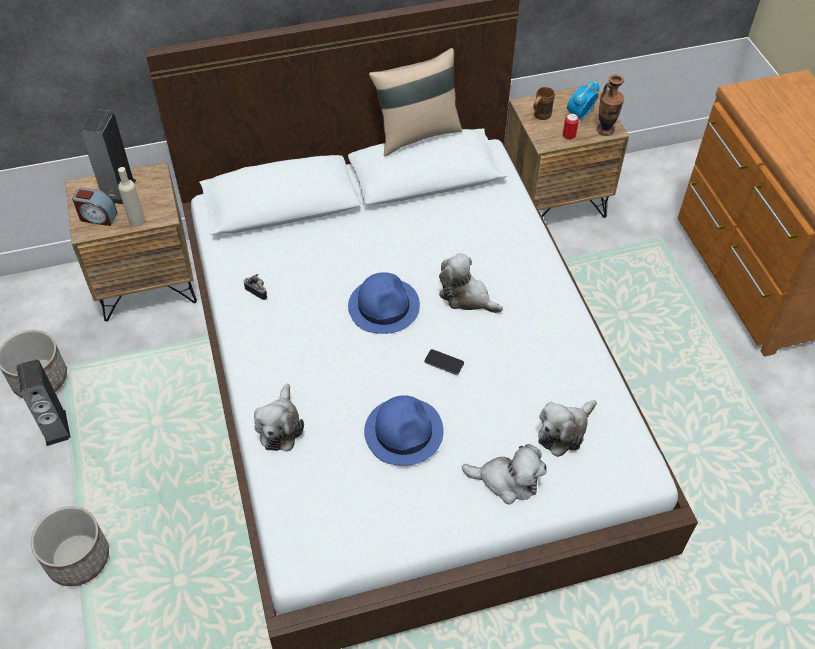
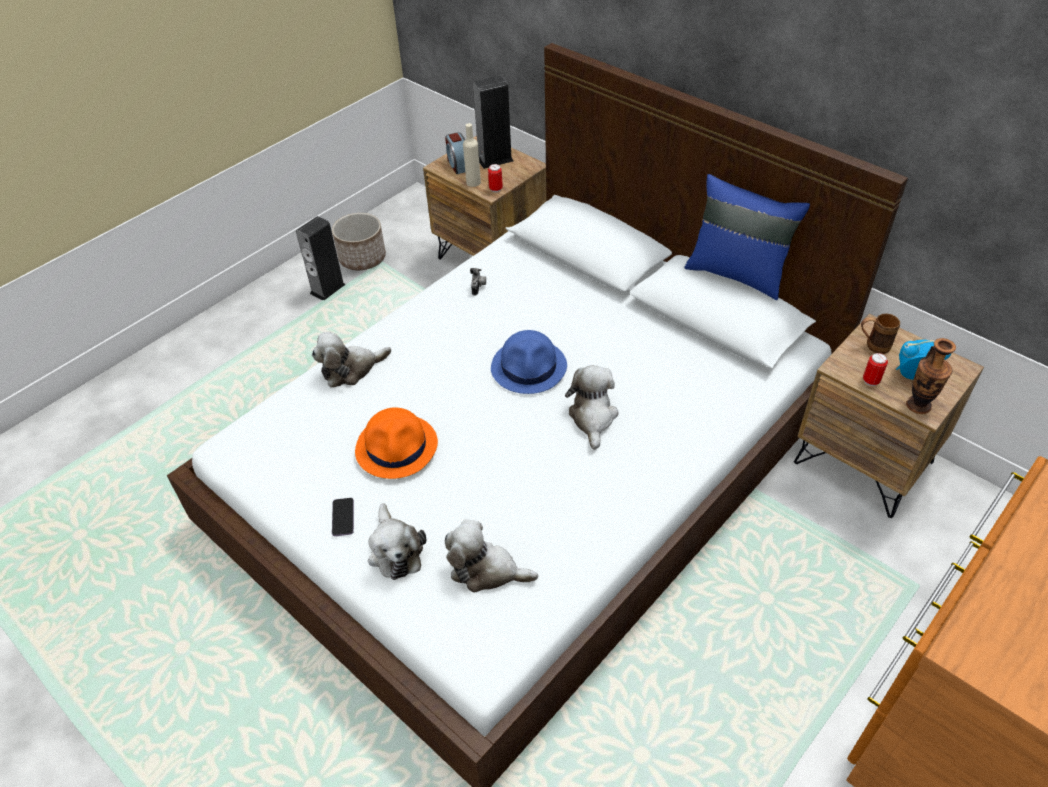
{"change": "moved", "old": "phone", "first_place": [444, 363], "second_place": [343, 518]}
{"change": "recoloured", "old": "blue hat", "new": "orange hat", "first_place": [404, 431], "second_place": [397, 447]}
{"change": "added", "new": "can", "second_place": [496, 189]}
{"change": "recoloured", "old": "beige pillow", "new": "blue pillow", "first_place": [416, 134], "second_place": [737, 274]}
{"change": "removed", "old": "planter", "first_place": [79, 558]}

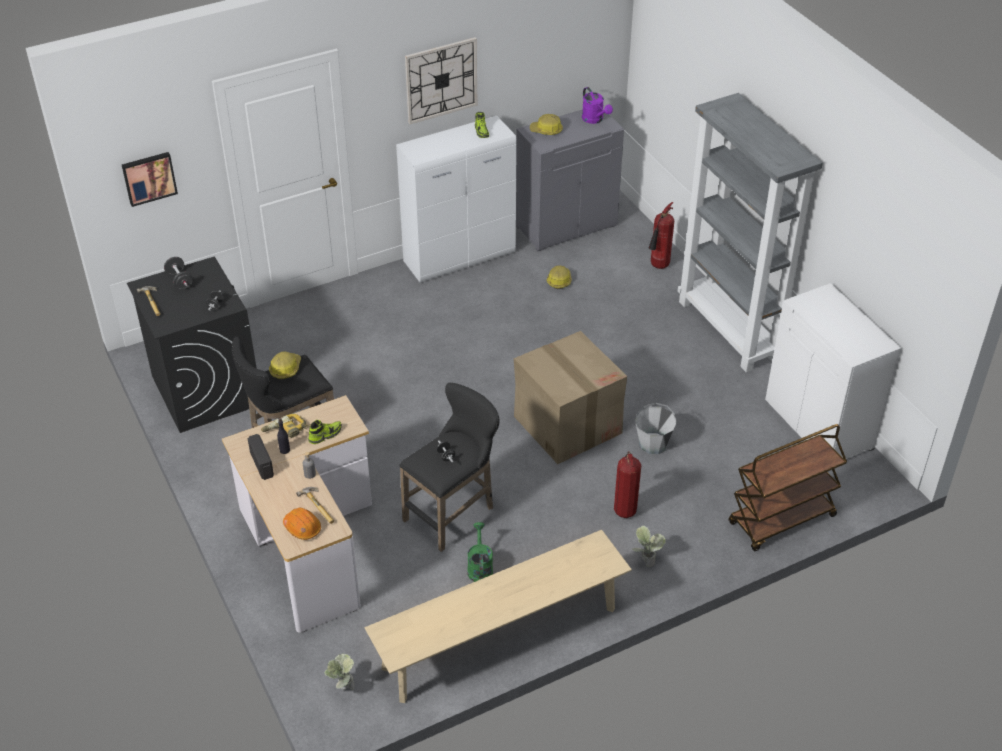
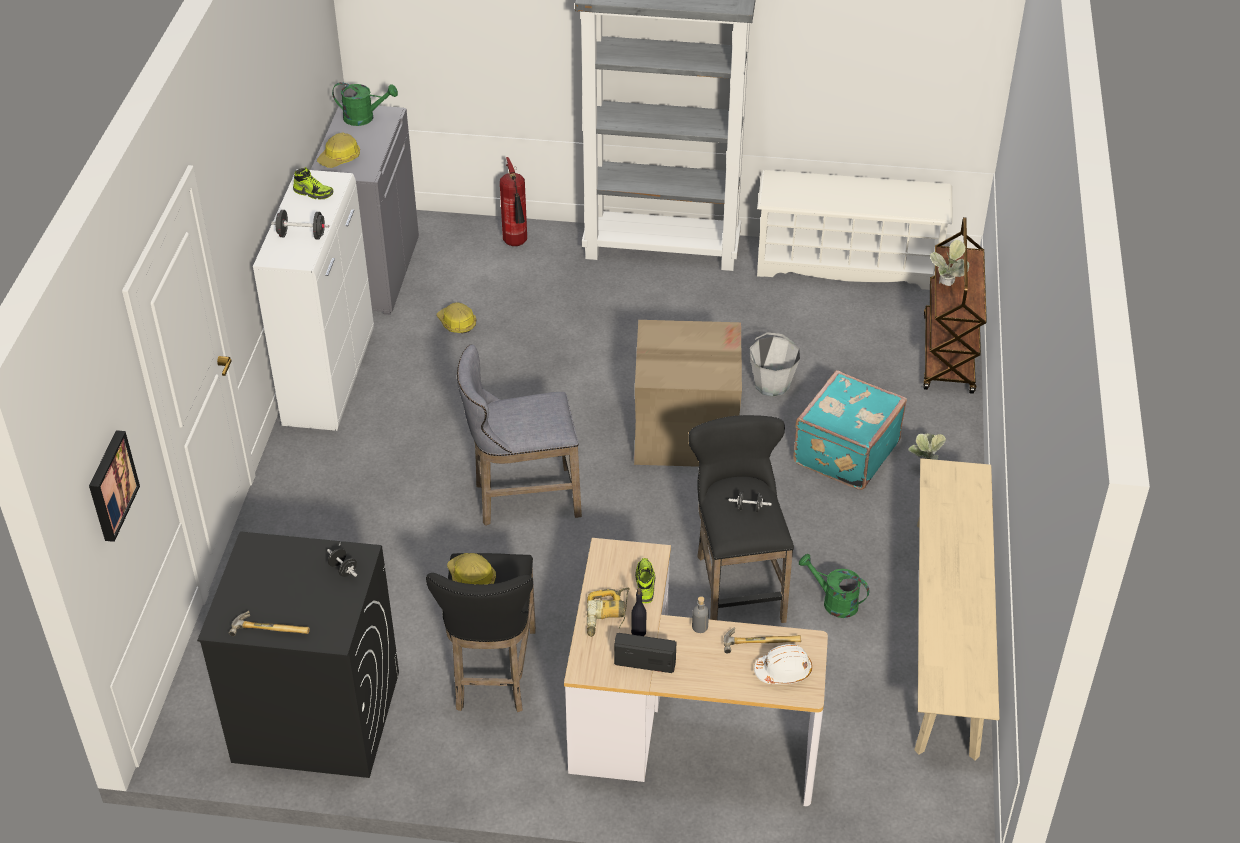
{"change": "moved", "old": "black dumbbell", "first_place": [180, 281], "second_place": [302, 235]}
{"change": "recoloured", "old": "purple watering can", "new": "green watering can", "first_place": [595, 120], "second_place": [364, 118]}
{"change": "added", "new": "grey stool", "second_place": [521, 499]}
{"change": "recoloured", "old": "orange hard hat", "new": "white hard hat", "first_place": [302, 528], "second_place": [783, 671]}
{"change": "replaced", "old": "white cabinet", "new": "white shoe rack", "first_place": [820, 424], "second_place": [848, 264]}
{"change": "replaced", "old": "fire extinguisher", "new": "turquoise suitcase", "first_place": [624, 509], "second_place": [844, 452]}
{"change": "moved", "old": "potted plant", "first_place": [343, 687], "second_place": [945, 287]}
{"change": "removed", "old": "wall clock", "first_place": [441, 80]}

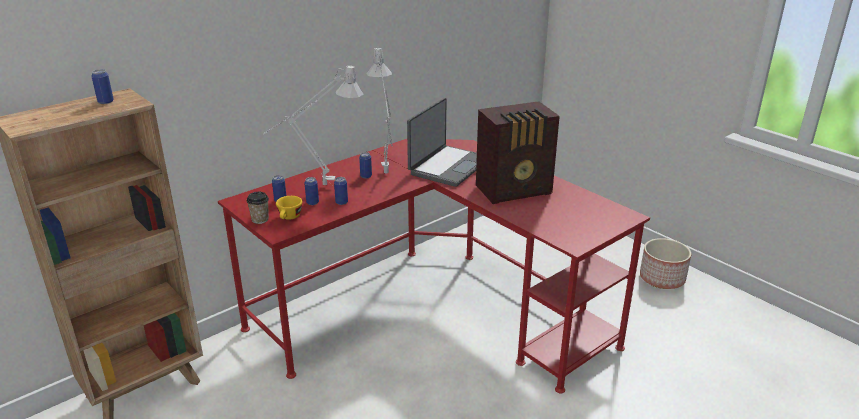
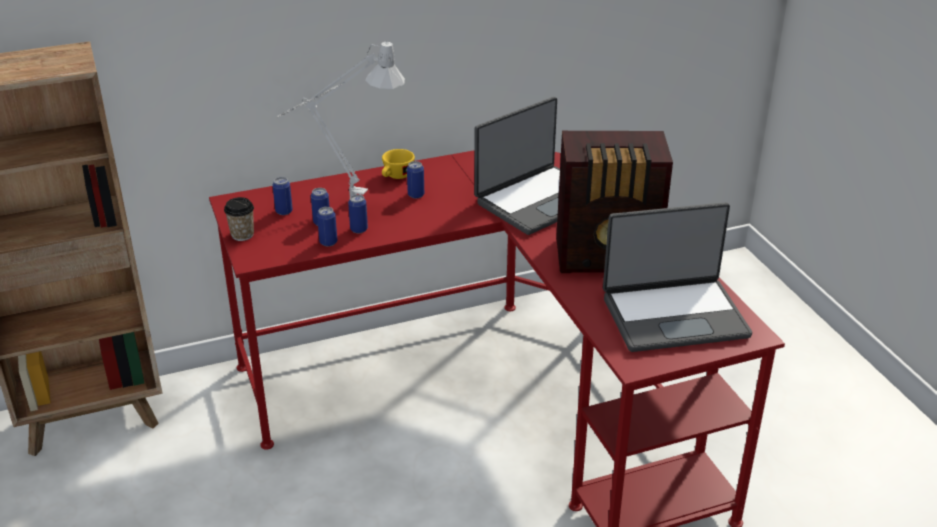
{"change": "moved", "old": "can", "first_place": [105, 102], "second_place": [328, 242]}
{"change": "moved", "old": "yellow cup", "first_place": [289, 218], "second_place": [396, 177]}
{"change": "added", "new": "laptop", "second_place": [674, 315]}
{"change": "removed", "old": "grey table lamp", "first_place": [387, 177]}
{"change": "removed", "old": "planter", "first_place": [662, 279]}

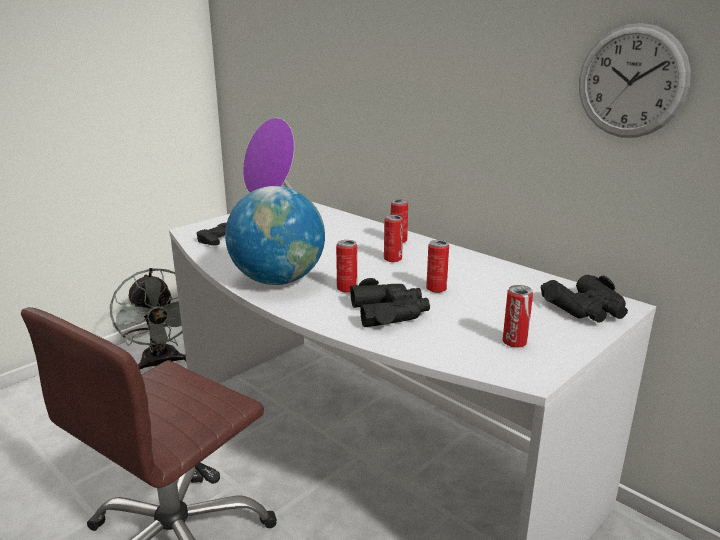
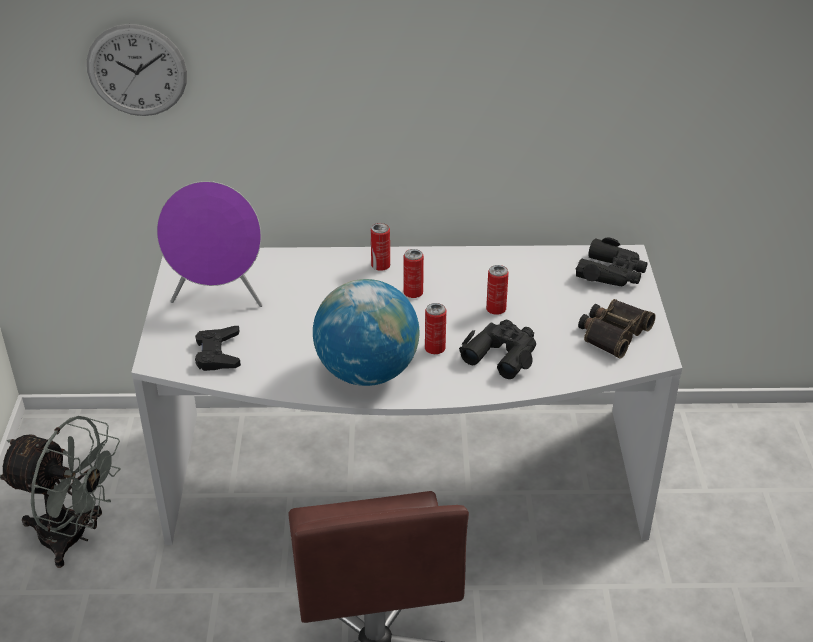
{"change": "moved", "old": "wall clock", "first_place": [631, 82], "second_place": [137, 70]}
{"change": "replaced", "old": "can", "new": "binoculars", "first_place": [514, 342], "second_place": [612, 332]}

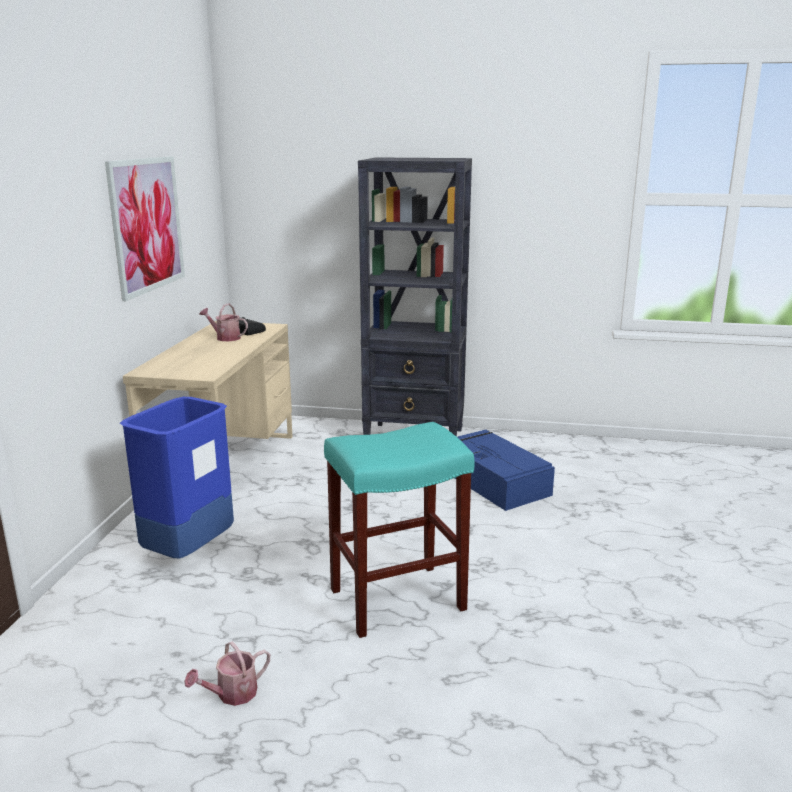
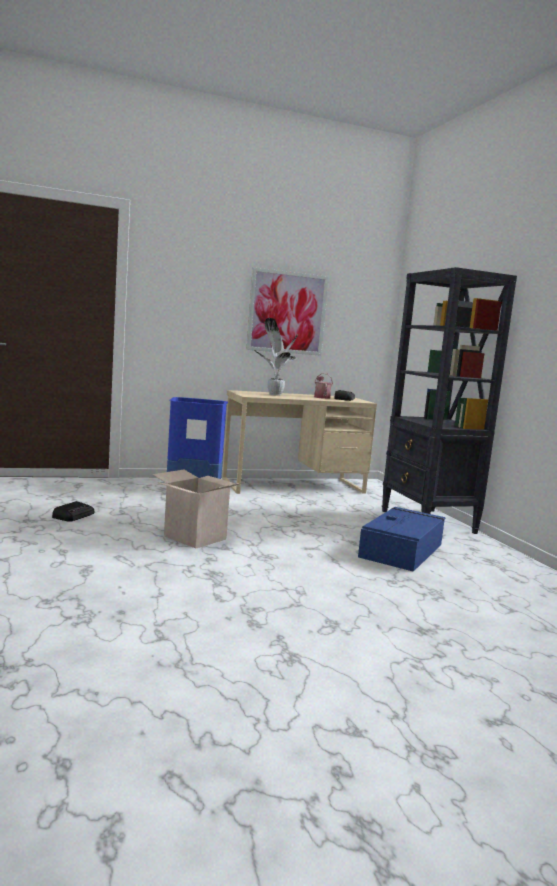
{"change": "replaced", "old": "watering can", "new": "radio", "first_place": [232, 694], "second_place": [74, 515]}
{"change": "replaced", "old": "turquoise stool", "new": "cardboard box", "first_place": [398, 598], "second_place": [195, 537]}
{"change": "added", "new": "potted plant", "second_place": [274, 394]}

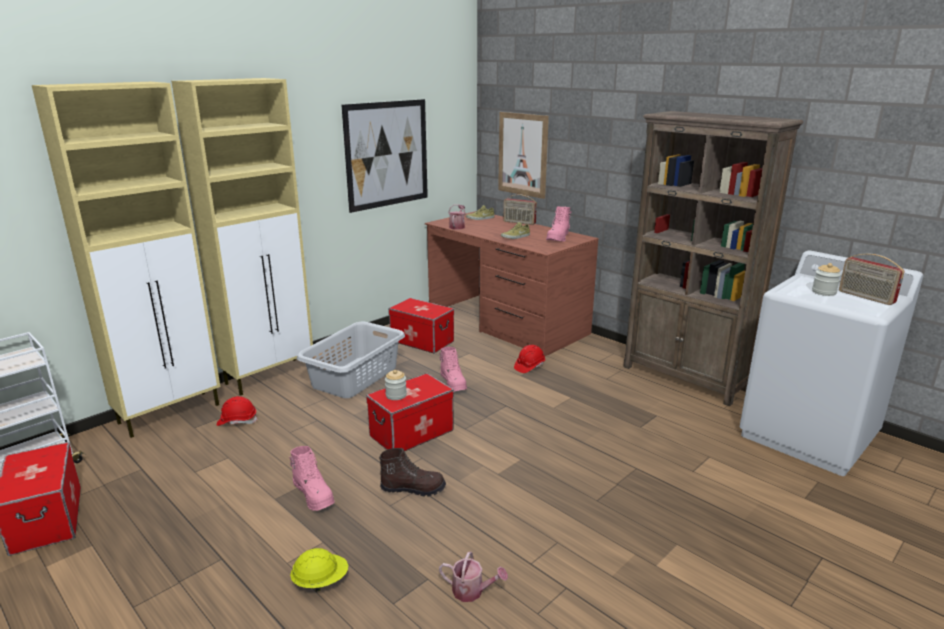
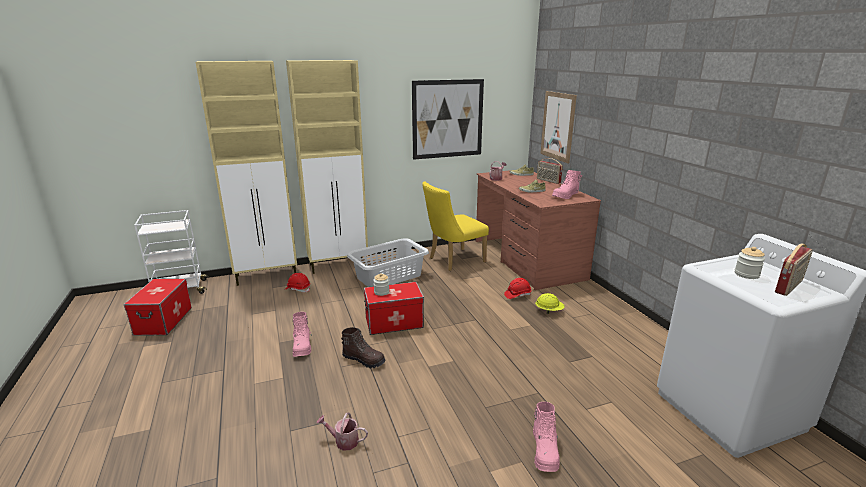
{"change": "turned", "old": "watering can", "first_place": [472, 591], "second_place": [343, 441], "degrees": 150}
{"change": "replaced", "old": "storage box", "new": "yellow chair", "first_place": [421, 341], "second_place": [453, 261]}
{"change": "moved", "old": "pink boot", "first_place": [453, 383], "second_place": [545, 451]}
{"change": "moved", "old": "yellow hard hat", "first_place": [321, 581], "second_place": [549, 311]}
{"change": "turned", "old": "radio", "first_place": [865, 297], "second_place": [789, 287], "degrees": -120}
{"change": "removed", "old": "brown bookcase", "first_place": [685, 378]}

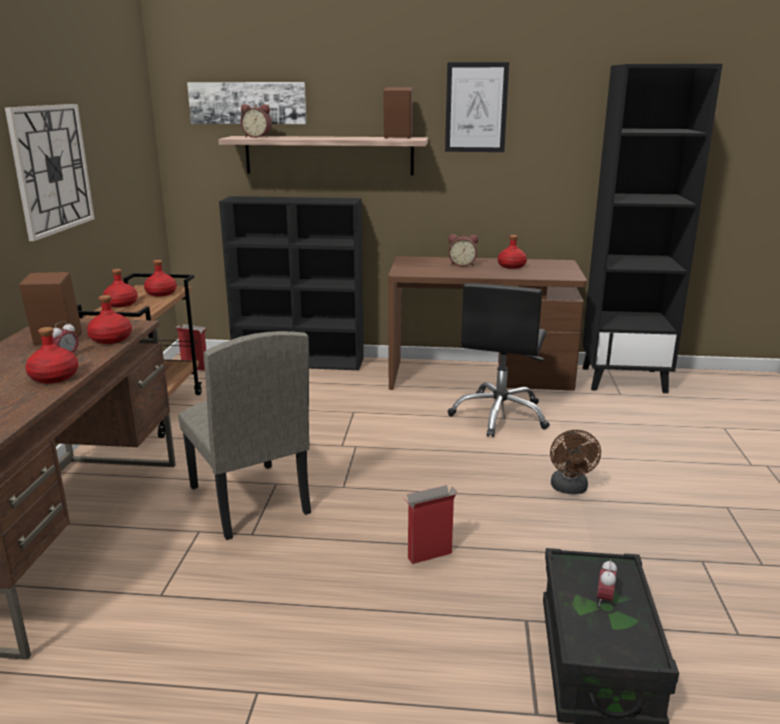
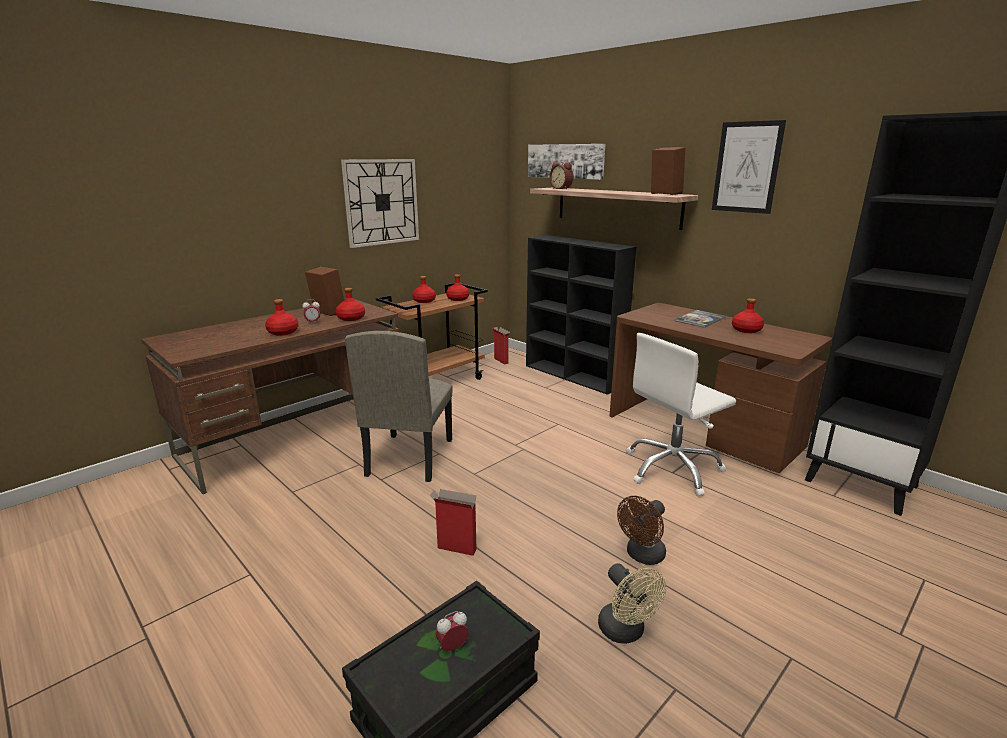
{"change": "added", "new": "beige fan", "second_place": [626, 632]}
{"change": "recoloured", "old": "black office chair", "new": "white office chair", "first_place": [500, 415], "second_place": [672, 469]}
{"change": "replaced", "old": "alarm clock", "new": "book", "first_place": [462, 264], "second_place": [700, 319]}

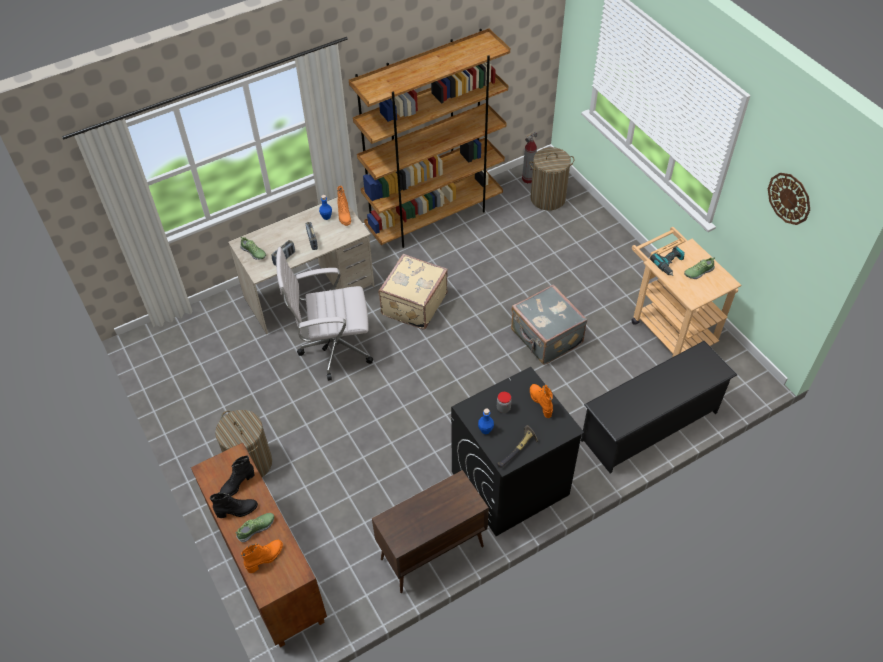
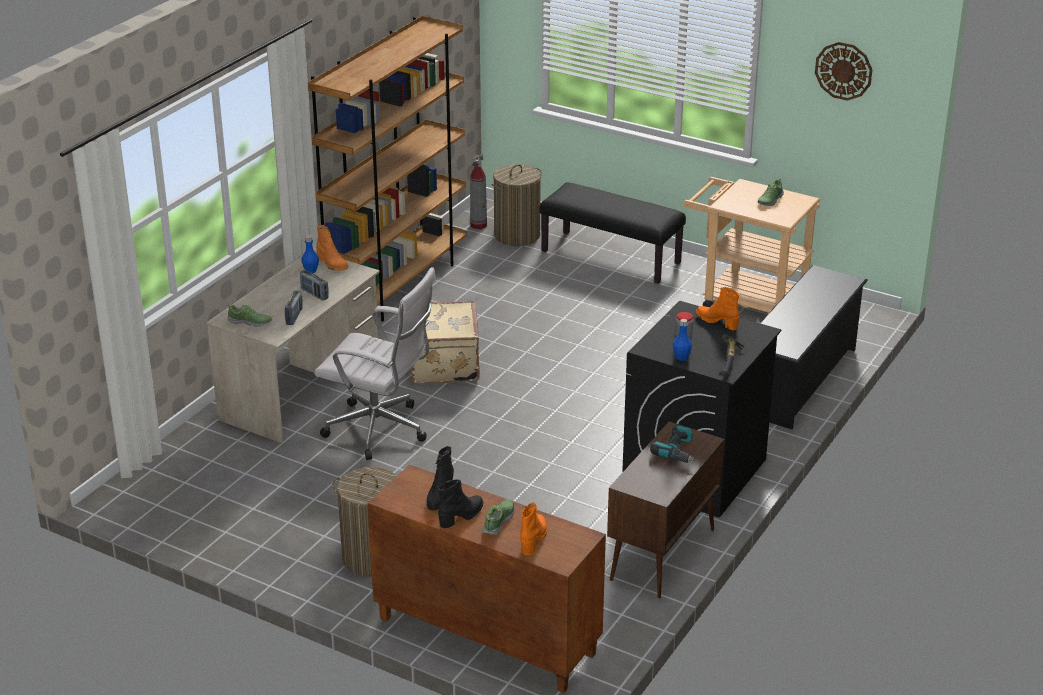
{"change": "turned", "old": "white office chair", "first_place": [333, 349], "second_place": [381, 430], "degrees": -120}
{"change": "added", "new": "black bench", "second_place": [611, 257]}
{"change": "moved", "old": "power drill", "first_place": [669, 264], "second_place": [677, 451]}
{"change": "removed", "old": "grey suitcase", "first_place": [545, 338]}

